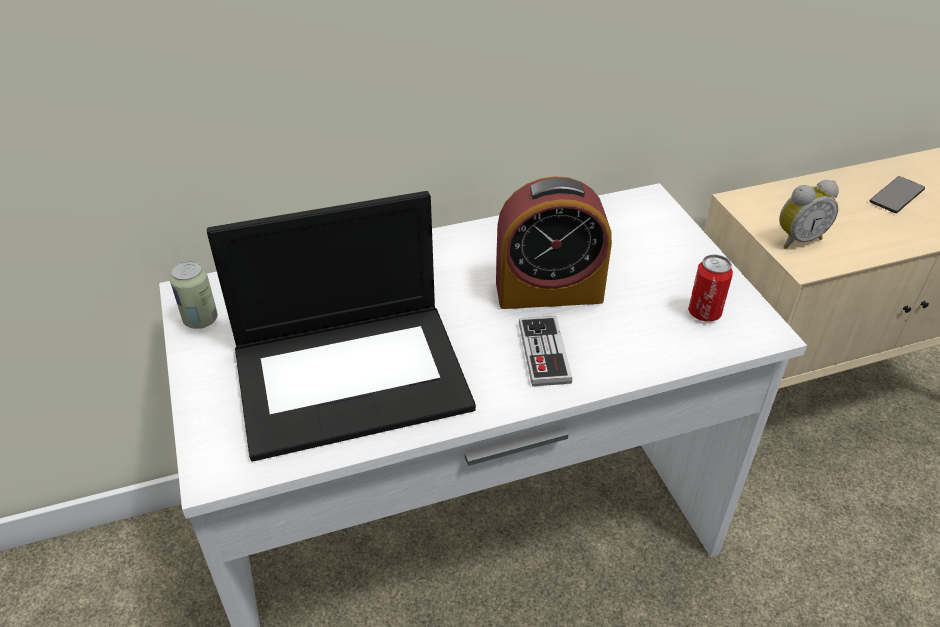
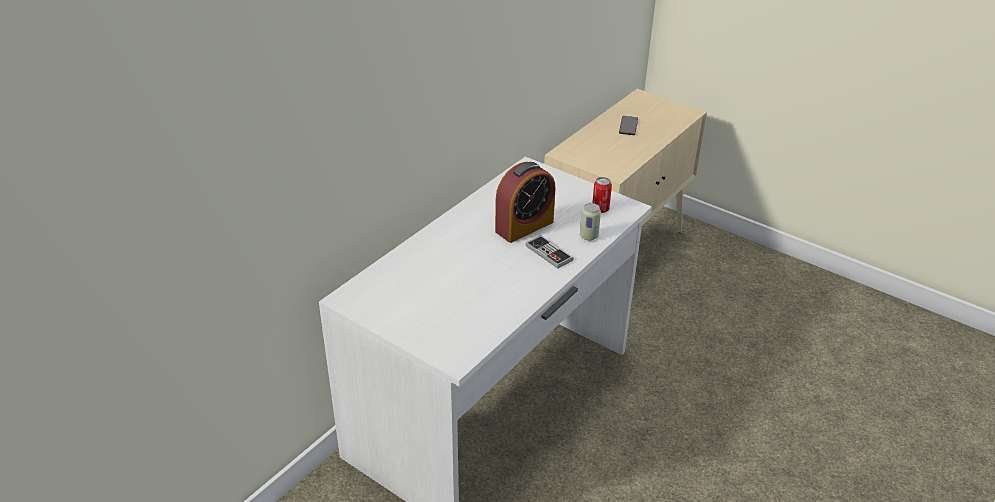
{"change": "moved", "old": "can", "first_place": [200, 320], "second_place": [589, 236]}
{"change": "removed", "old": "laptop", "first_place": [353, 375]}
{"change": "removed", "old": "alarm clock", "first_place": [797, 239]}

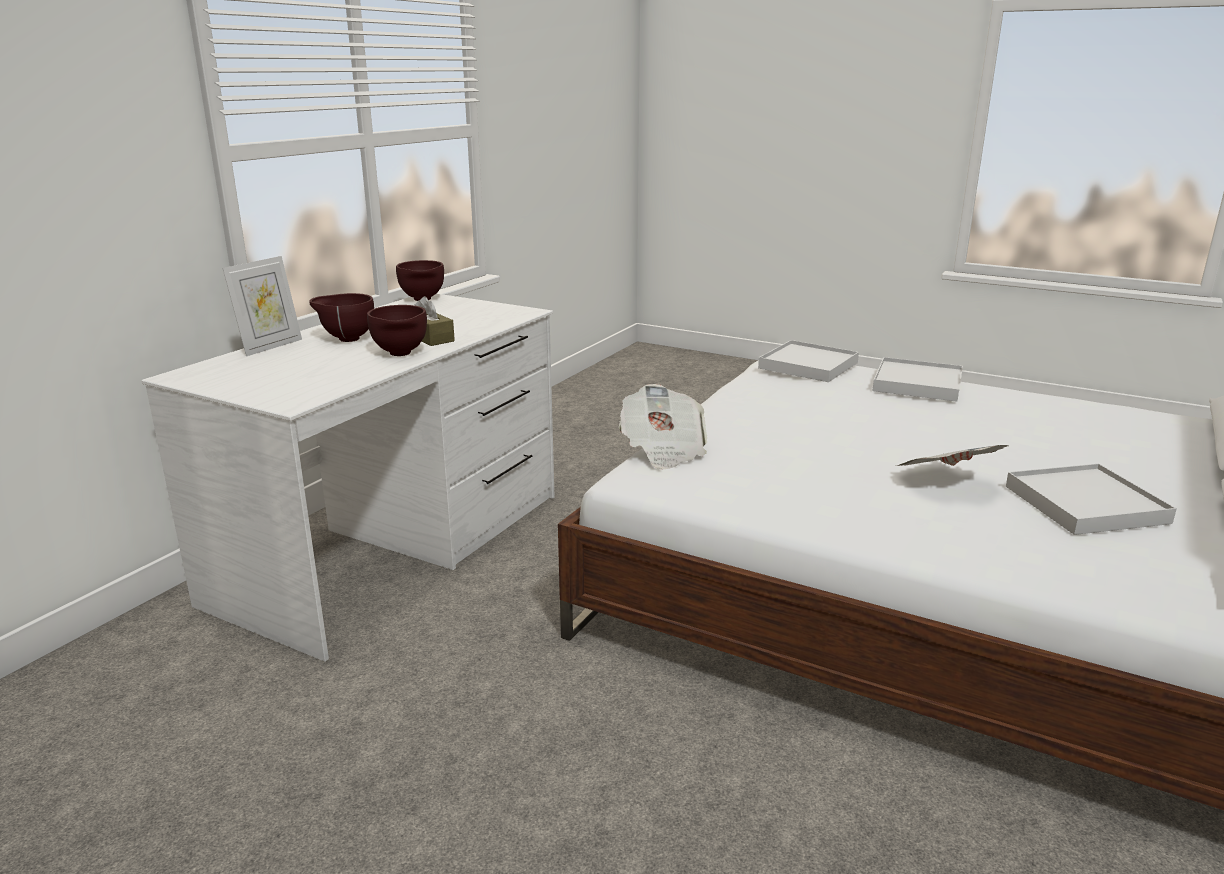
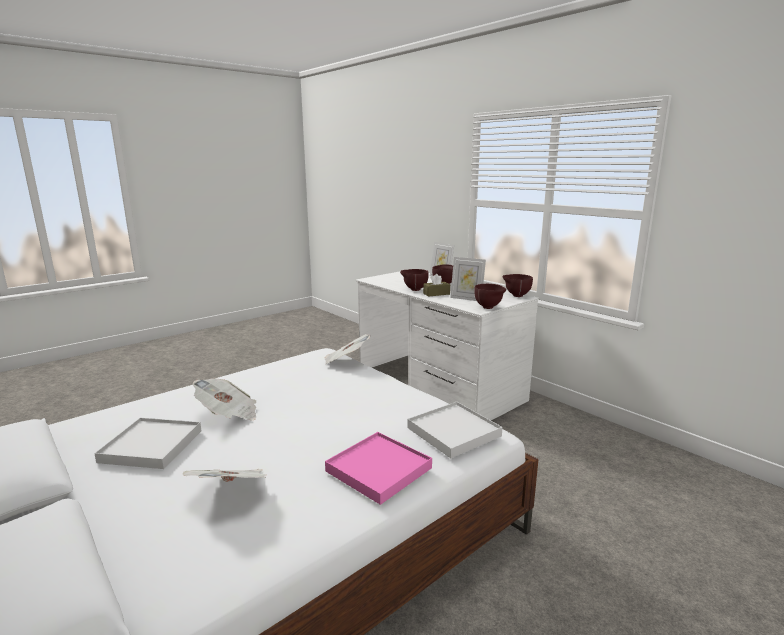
{"change": "added", "new": "newspaper", "second_place": [232, 491]}
{"change": "recoloured", "old": "white tray", "new": "pink tray", "first_place": [918, 384], "second_place": [378, 470]}
{"change": "added", "new": "picture frame", "second_place": [466, 298]}
{"change": "added", "new": "brown bowl", "second_place": [489, 308]}

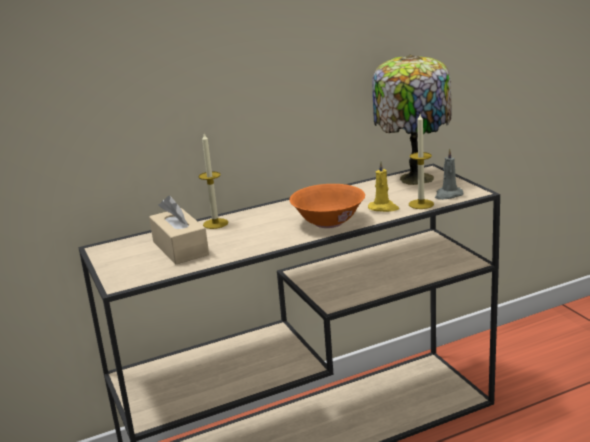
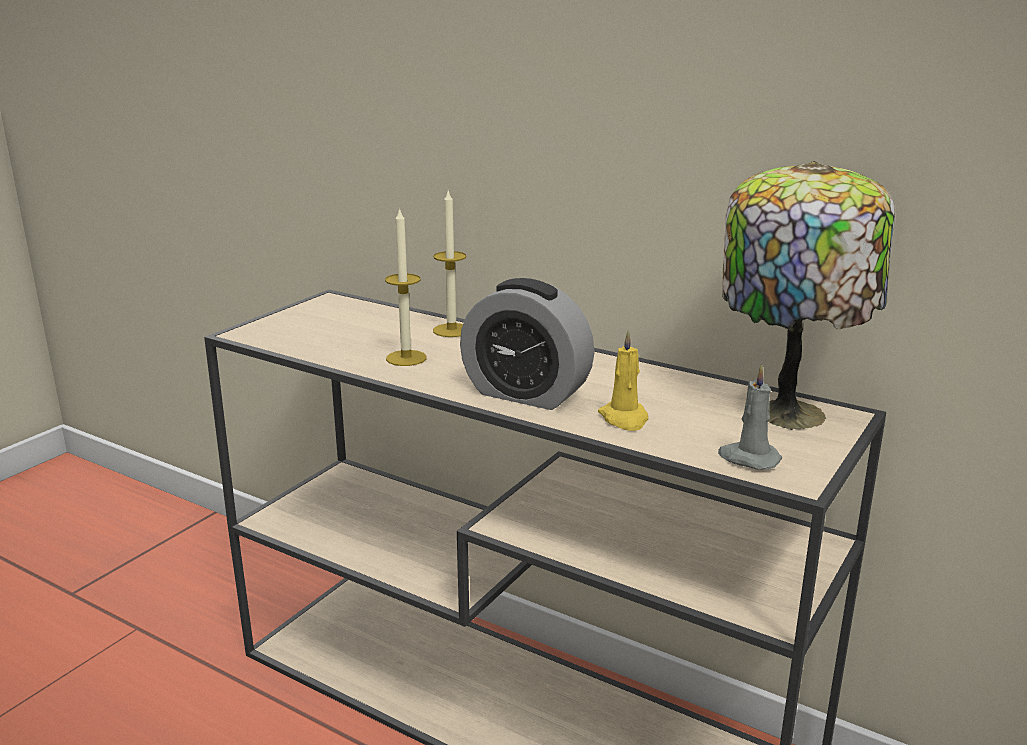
{"change": "moved", "old": "candle", "first_place": [421, 204], "second_place": [406, 358]}
{"change": "replaced", "old": "orange bowl", "new": "alarm clock", "first_place": [328, 222], "second_place": [526, 394]}
{"change": "removed", "old": "beige tissue box", "first_place": [180, 248]}

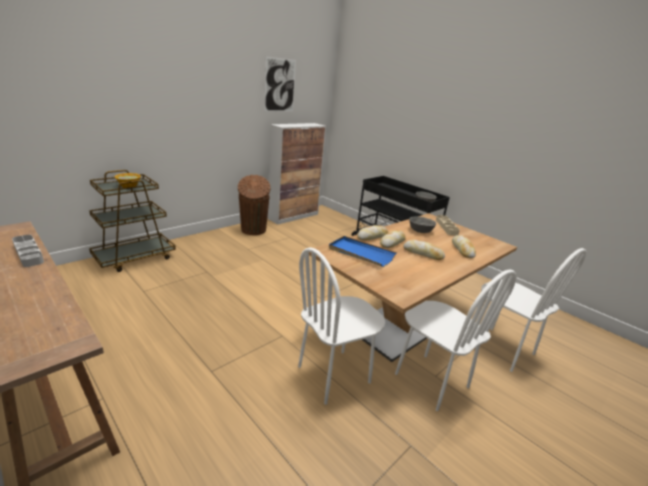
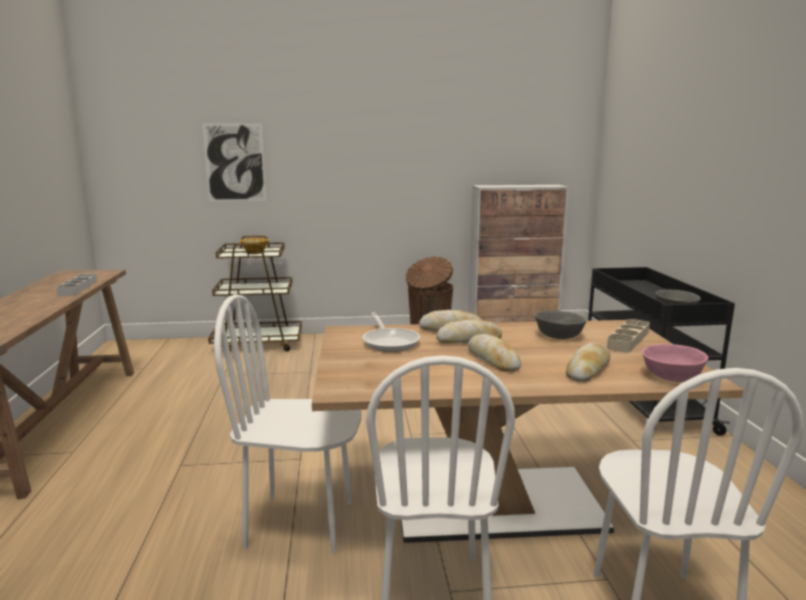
{"change": "moved", "old": "picture", "first_place": [280, 85], "second_place": [234, 162]}
{"change": "replaced", "old": "blue tray", "new": "frying pan", "first_place": [361, 253], "second_place": [390, 341]}
{"change": "added", "new": "pink bowl", "second_place": [671, 376]}

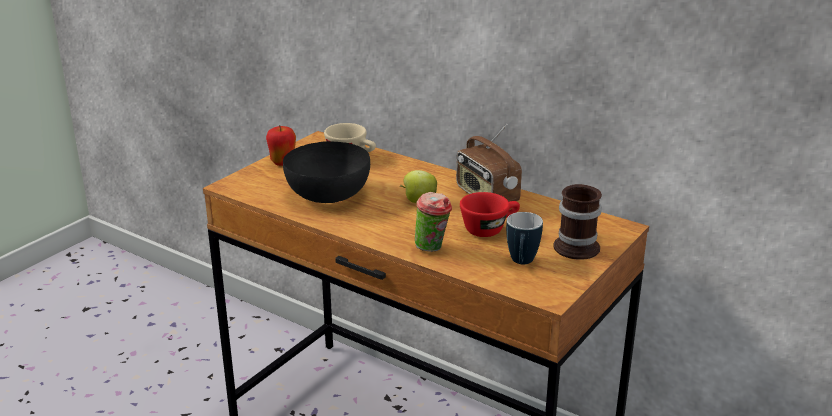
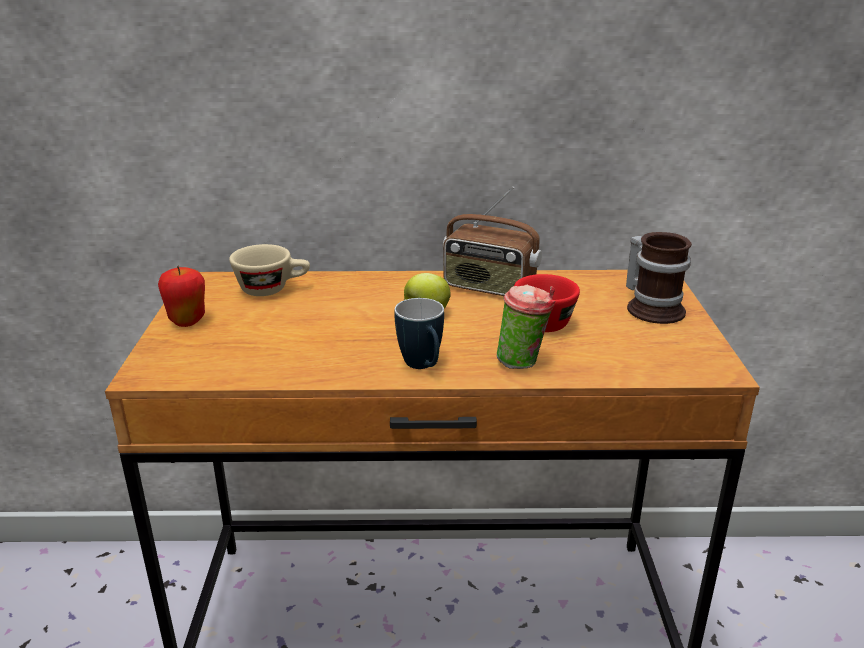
{"change": "moved", "old": "mug", "first_place": [521, 263], "second_place": [423, 367]}
{"change": "removed", "old": "black bowl", "first_place": [328, 194]}

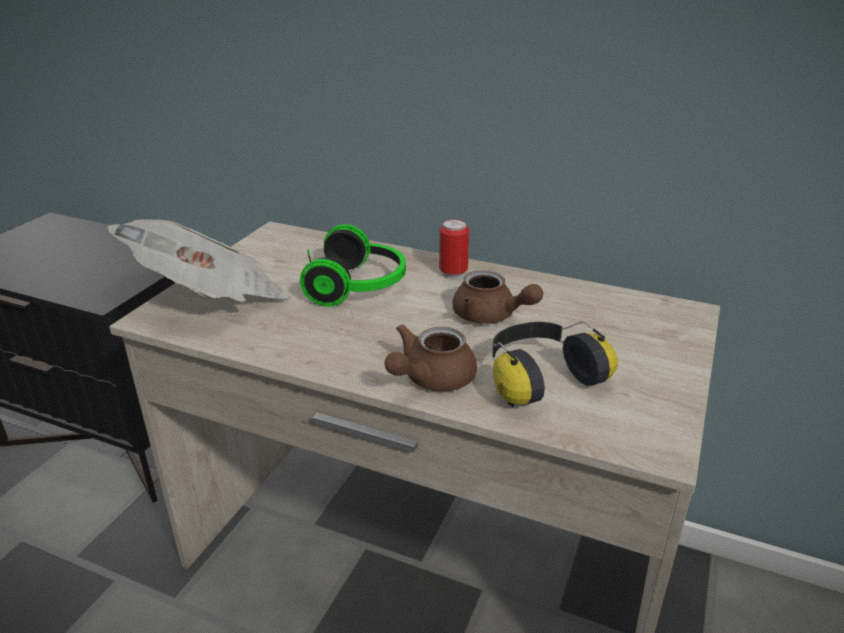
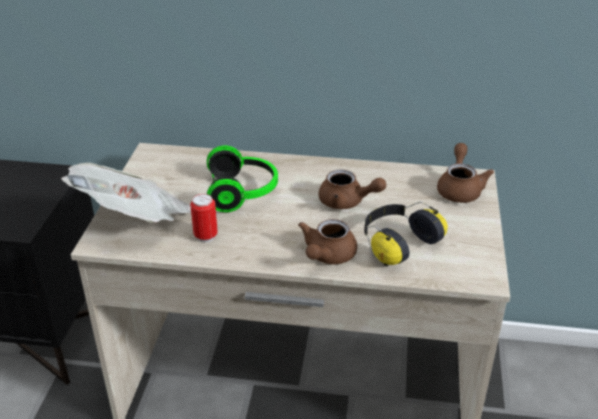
{"change": "moved", "old": "can", "first_place": [453, 273], "second_place": [205, 236]}
{"change": "added", "new": "brown teapot", "second_place": [459, 189]}

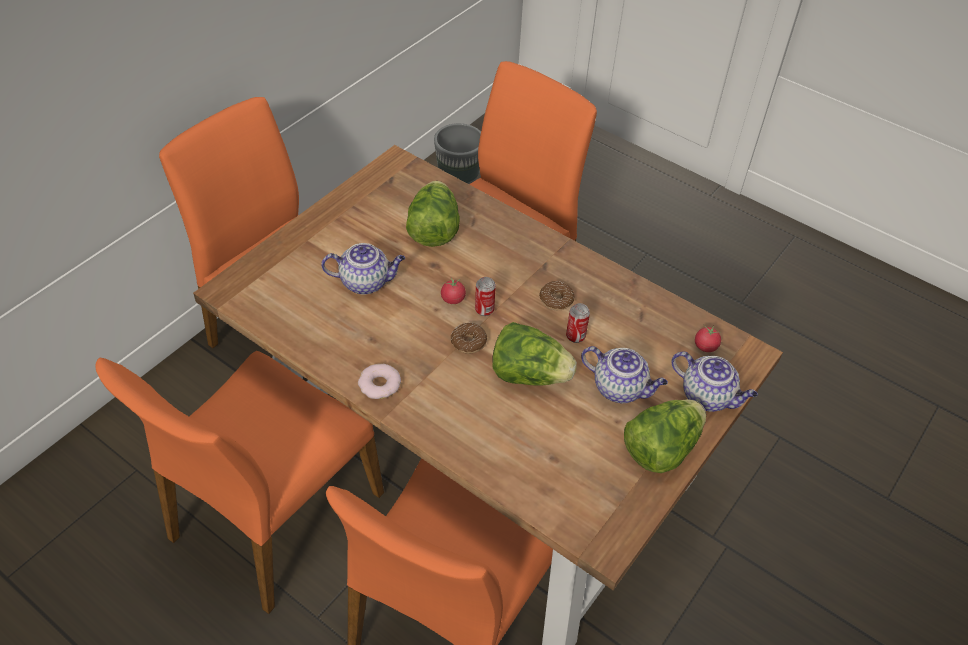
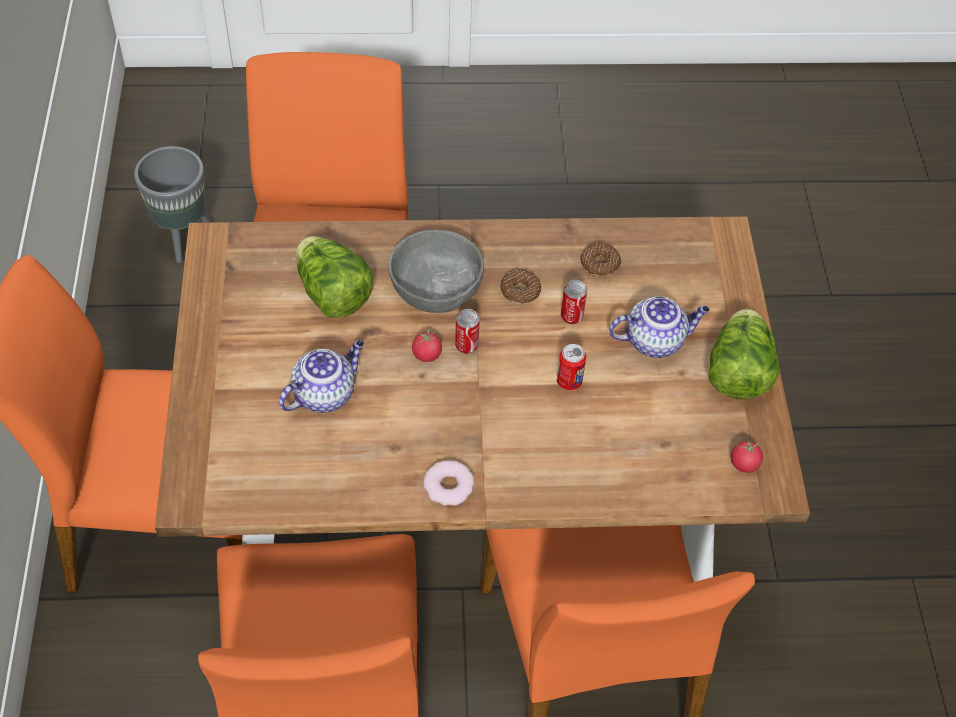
{"change": "added", "new": "grey bowl", "second_place": [435, 288]}
{"change": "replaced", "old": "lettuce", "new": "can", "first_place": [529, 374], "second_place": [569, 381]}
{"change": "moved", "old": "donut", "first_place": [468, 342], "second_place": [600, 264]}
{"change": "moved", "old": "tomato", "first_place": [705, 346], "second_place": [744, 463]}
{"change": "removed", "old": "teapot", "first_place": [708, 396]}

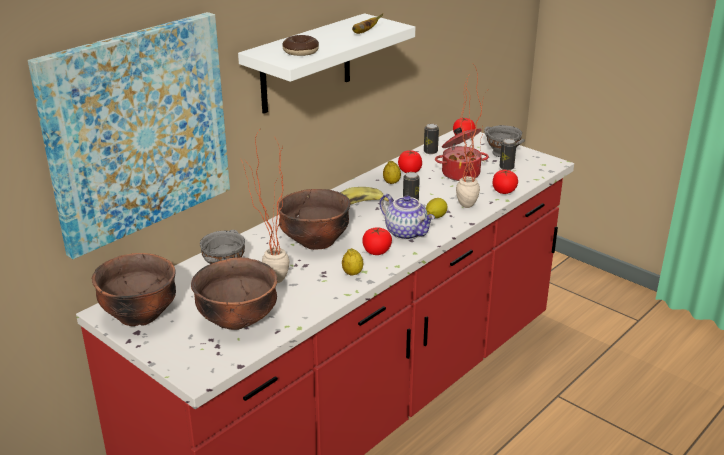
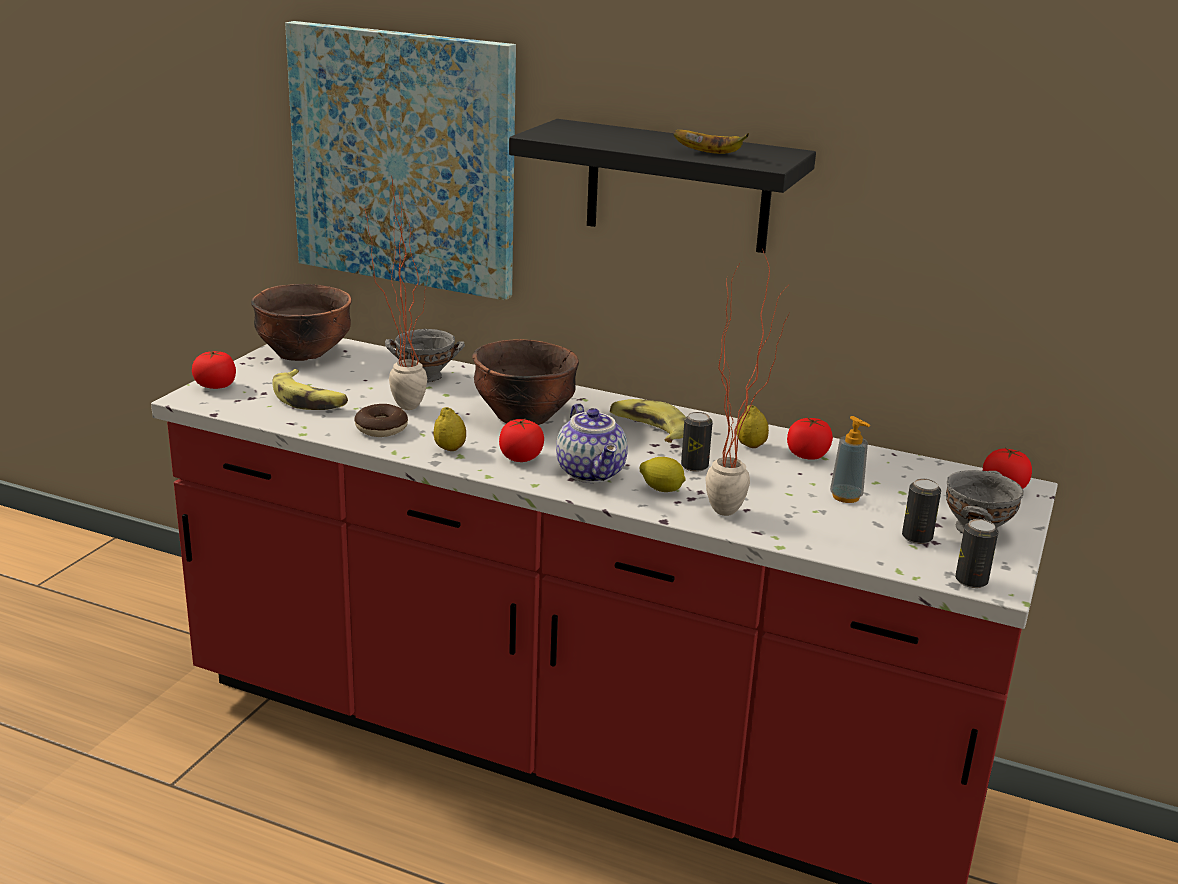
{"change": "moved", "old": "tomato", "first_place": [504, 191], "second_place": [215, 386]}
{"change": "replaced", "old": "brown bowl", "new": "banana", "first_place": [238, 319], "second_place": [309, 399]}
{"change": "moved", "old": "donut", "first_place": [300, 52], "second_place": [381, 429]}
{"change": "recoloured", "old": "white shelf", "new": "black shelf", "first_place": [306, 64], "second_place": [678, 187]}
{"change": "turned", "old": "teapot", "first_place": [407, 233], "second_place": [592, 473], "degrees": -45}
{"change": "replaced", "old": "cooking pot", "new": "soap dispenser", "first_place": [460, 173], "second_place": [846, 497]}
{"change": "moved", "old": "can", "first_place": [430, 151], "second_place": [971, 581]}

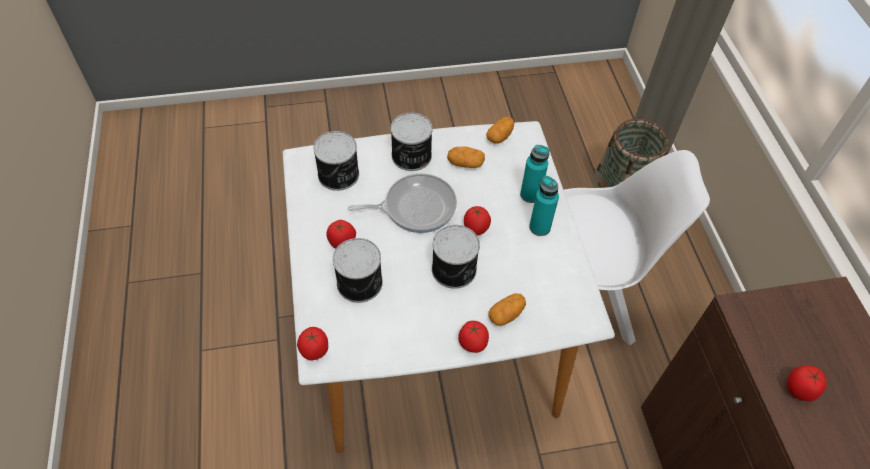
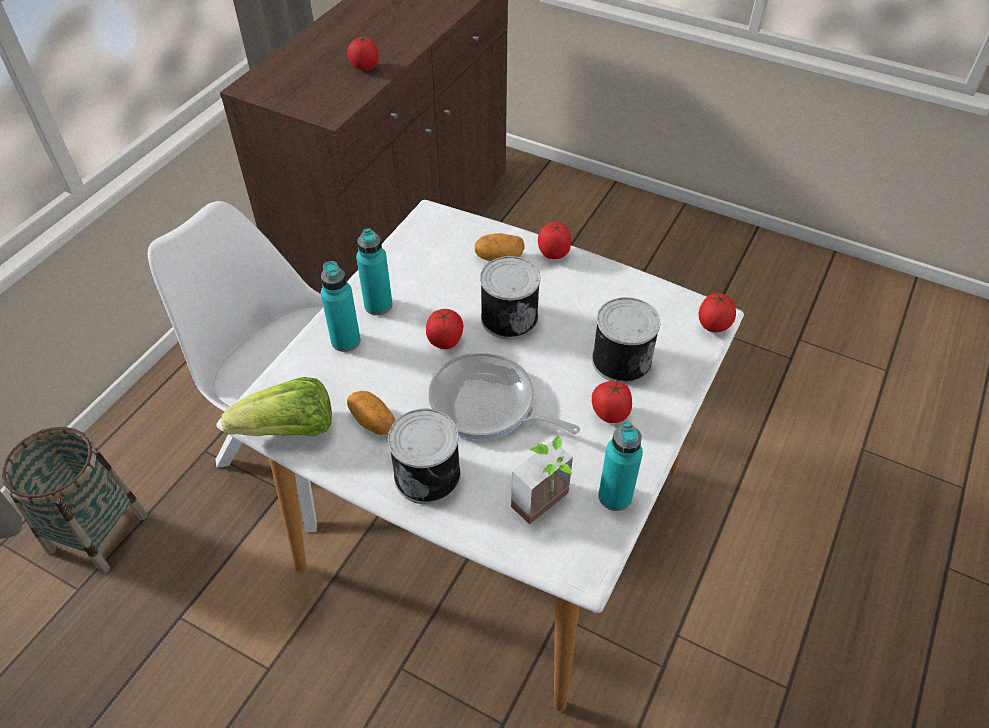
{"change": "replaced", "old": "potato", "new": "lettuce", "first_place": [500, 136], "second_place": [289, 430]}
{"change": "replaced", "old": "can", "new": "potted plant", "first_place": [339, 175], "second_place": [548, 507]}
{"change": "added", "new": "turquoise bottle", "second_place": [615, 496]}

